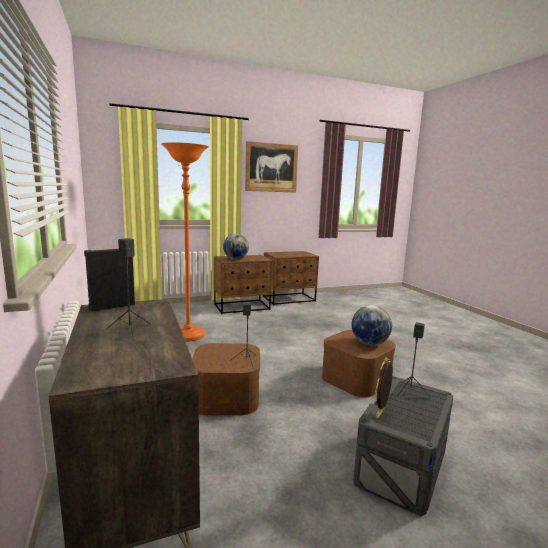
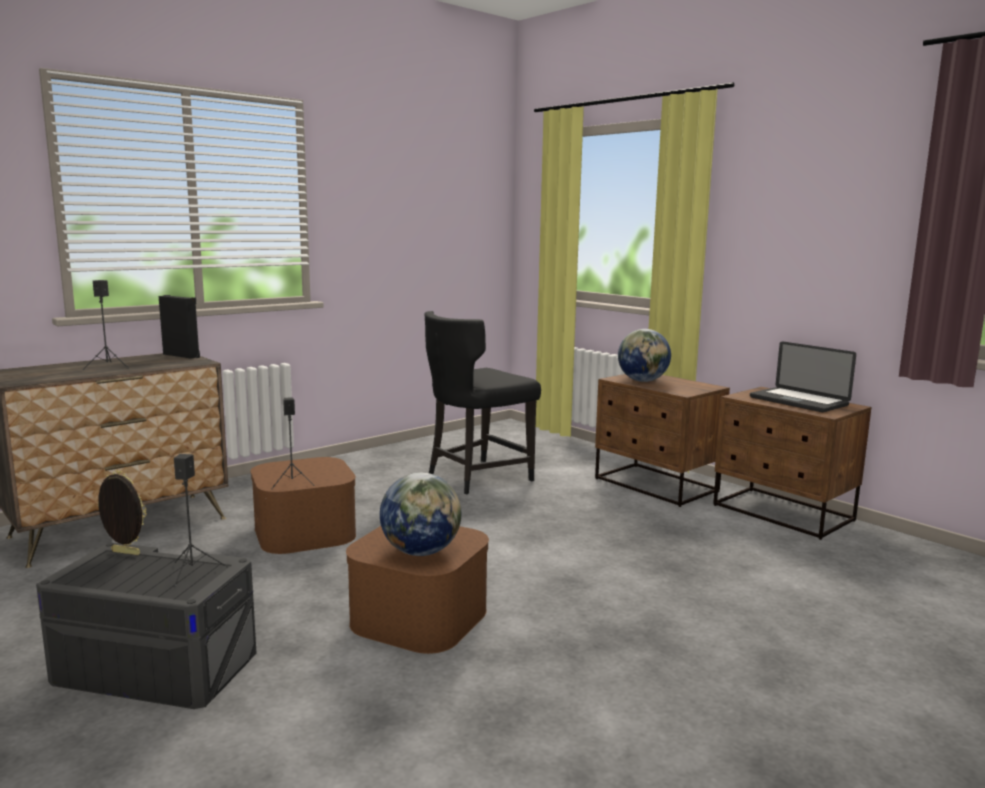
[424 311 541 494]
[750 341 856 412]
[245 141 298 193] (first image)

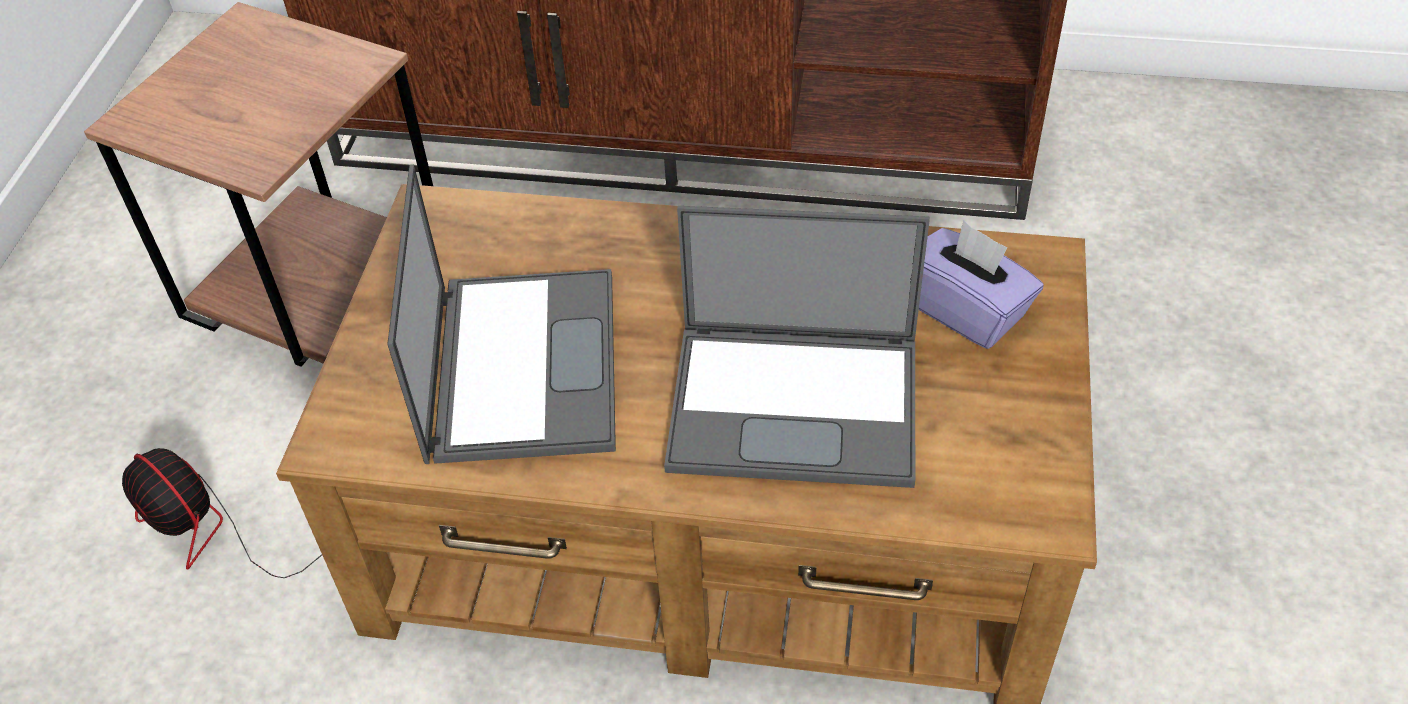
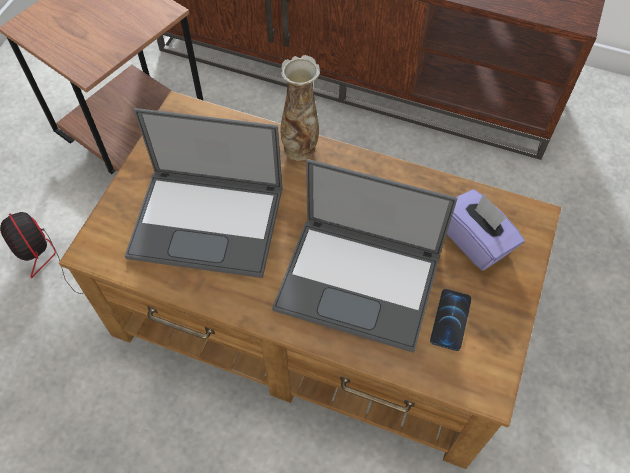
[125 108 282 278]
[281 55 320 161]
[430 289 471 351]

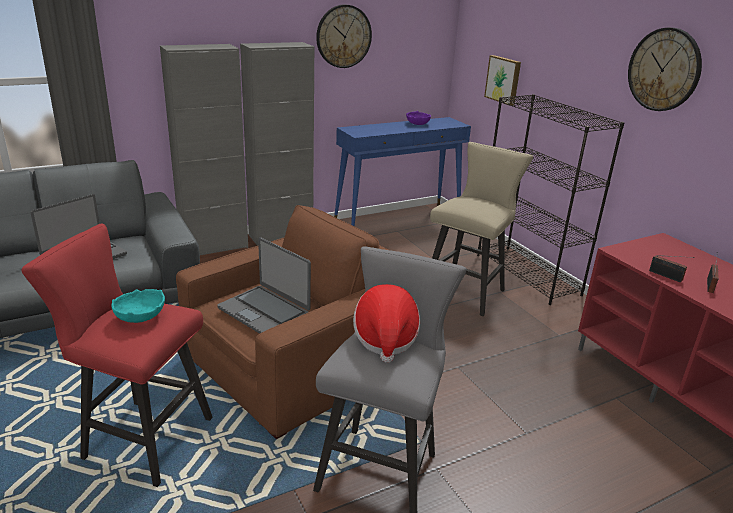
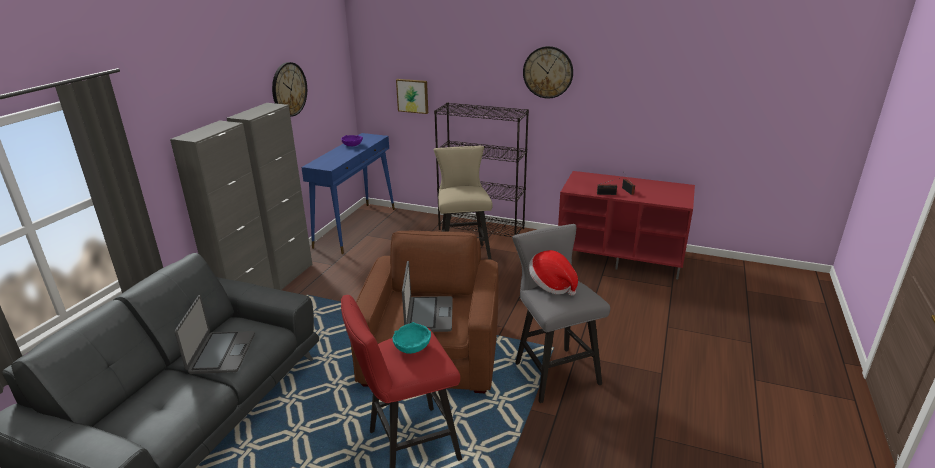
[402 261 453 332]

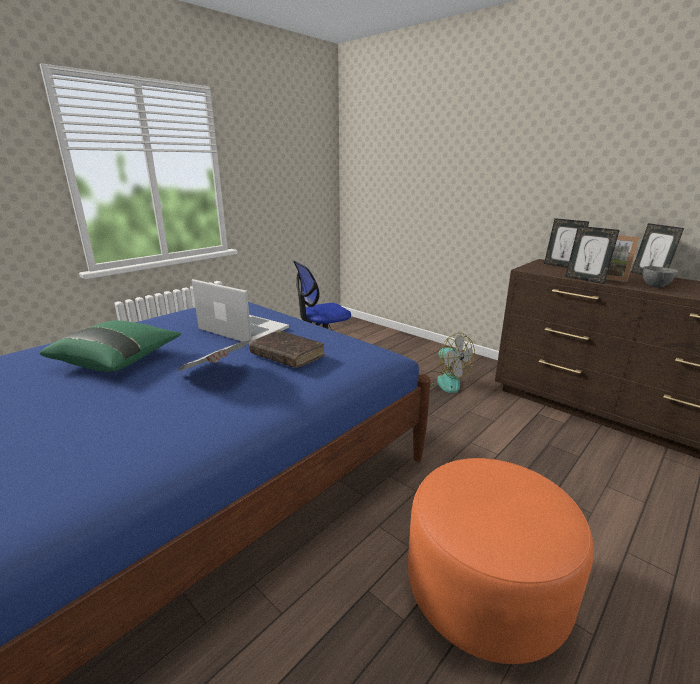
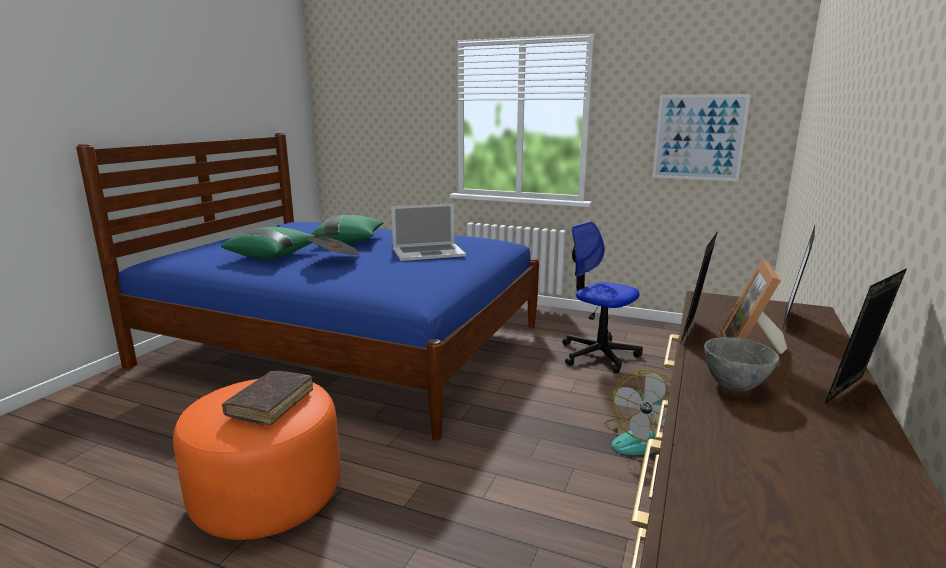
[221 227 315 259]
[222 371 313 426]
[391 203 466 261]
[652 94 751 181]

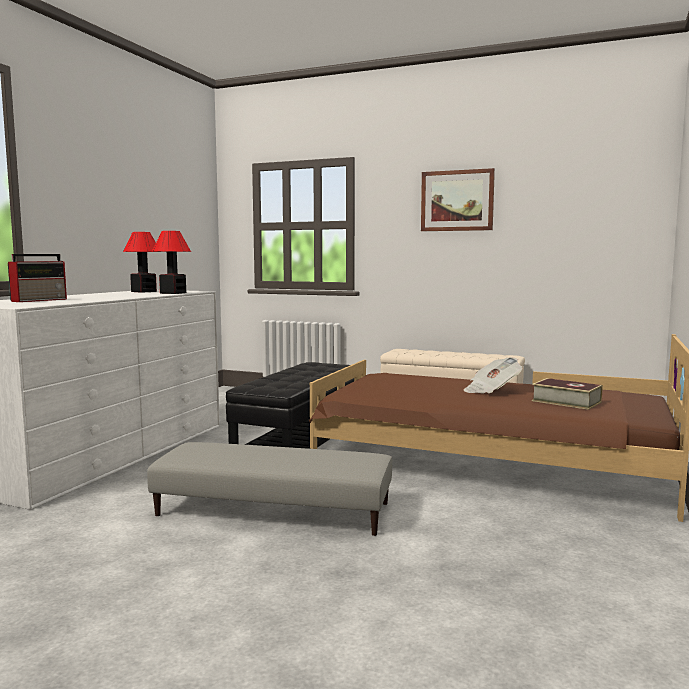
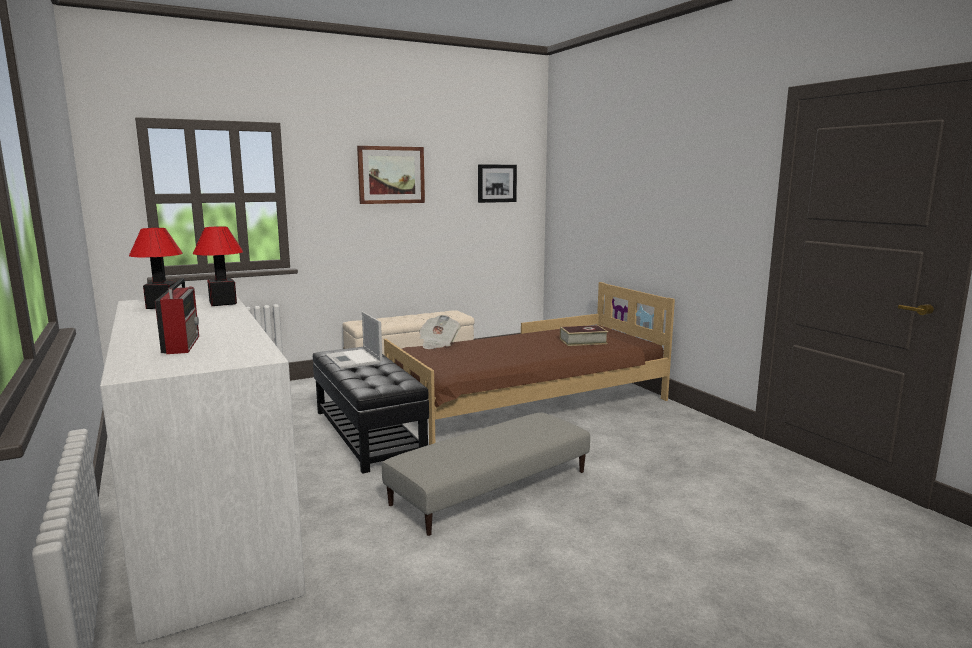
[325 312 383 369]
[419 315 461 349]
[478 164 517 203]

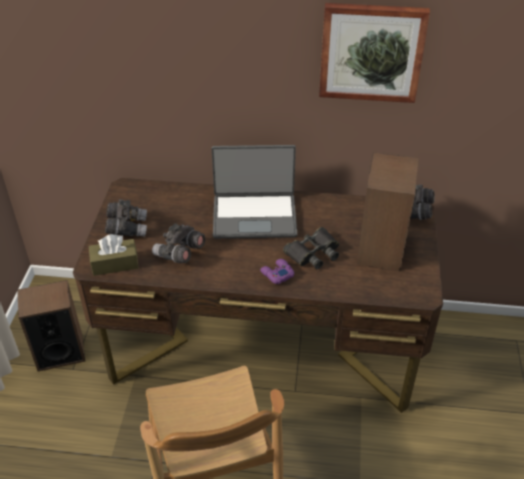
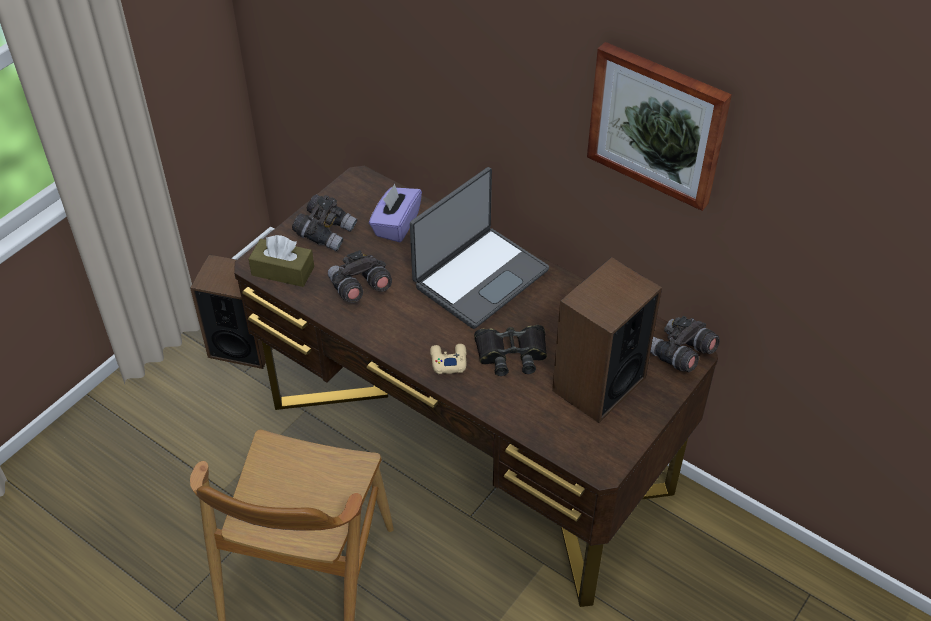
[369 184 422 242]
[410 167 549 329]
[430 344 467 374]

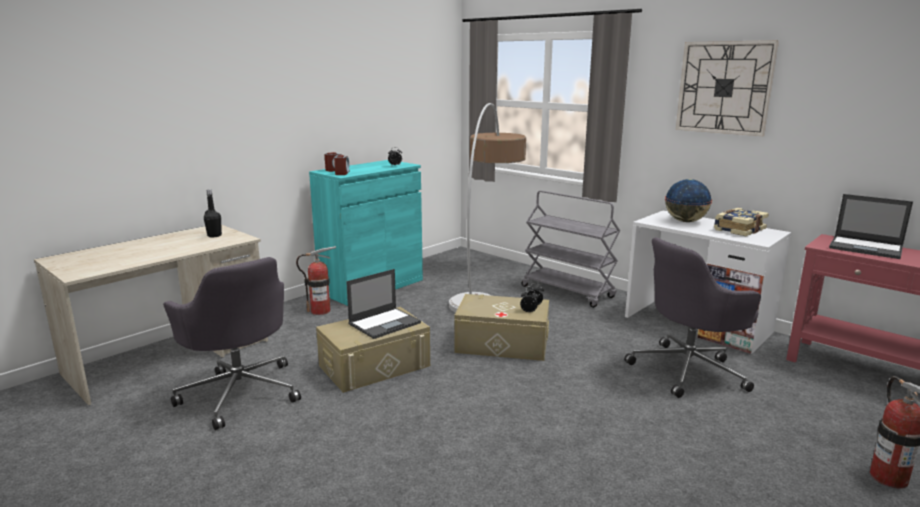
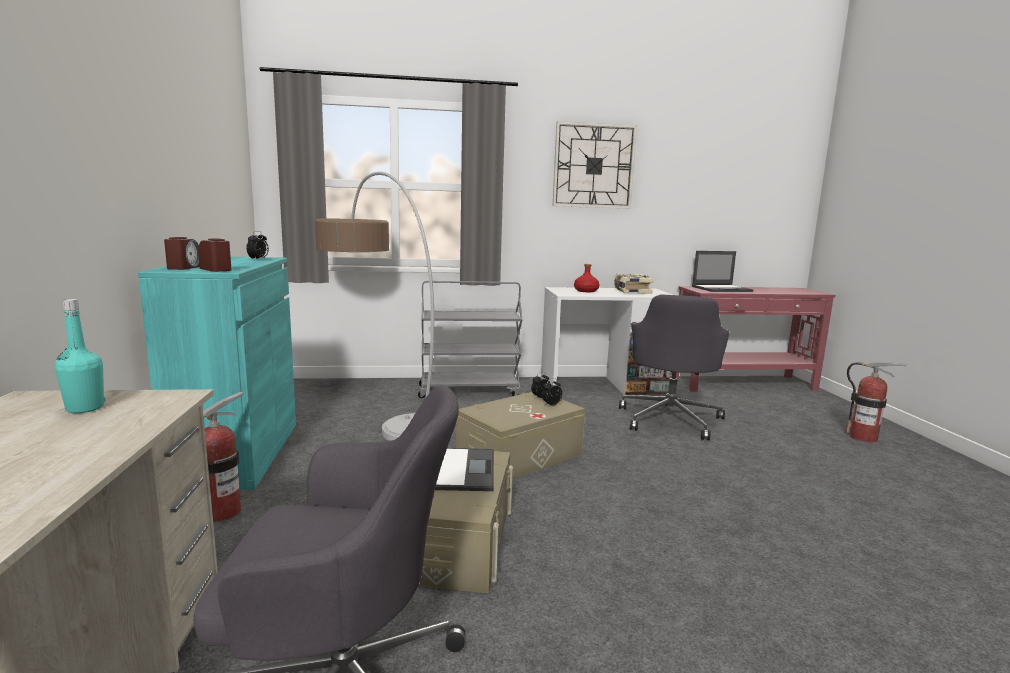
[55 299 105 413]
[574 264 599 292]

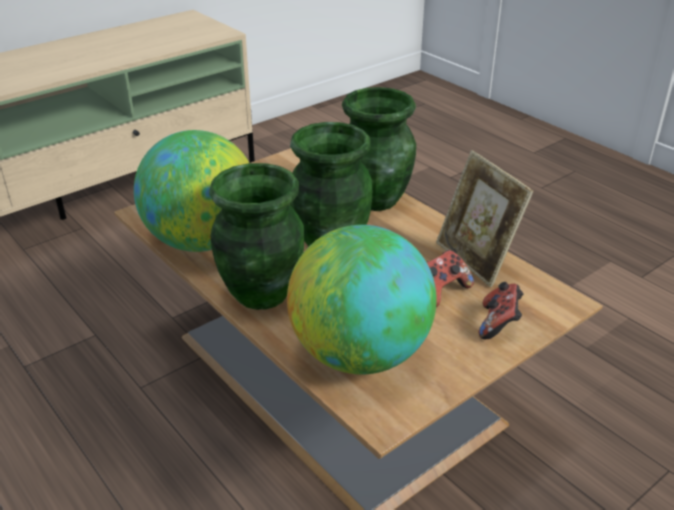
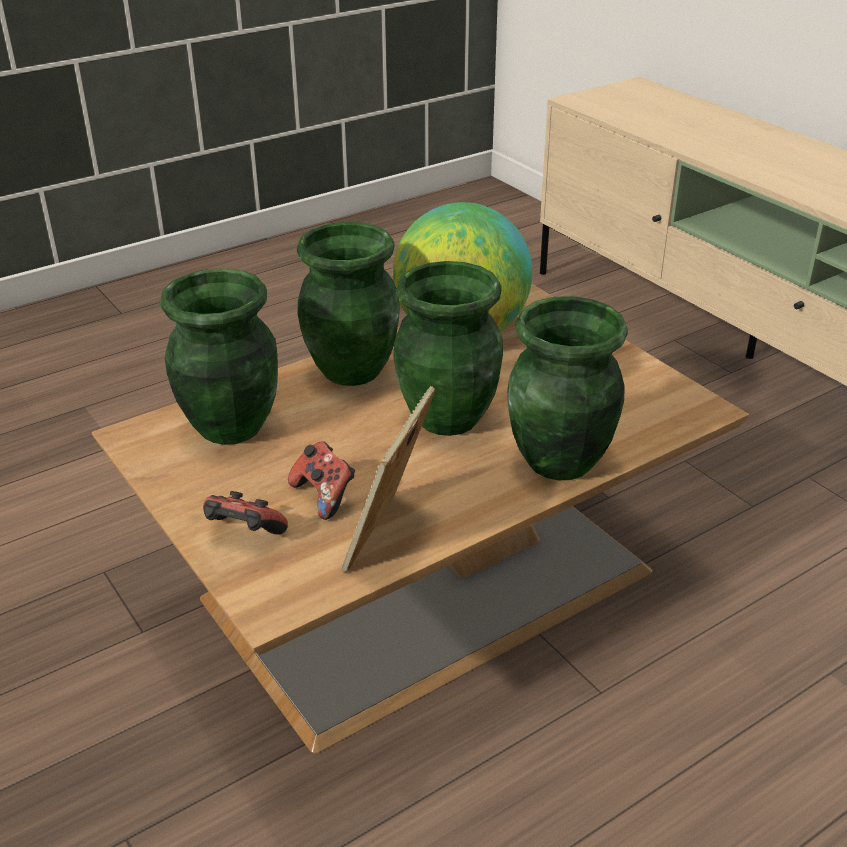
[160 268 278 445]
[341 386 435 573]

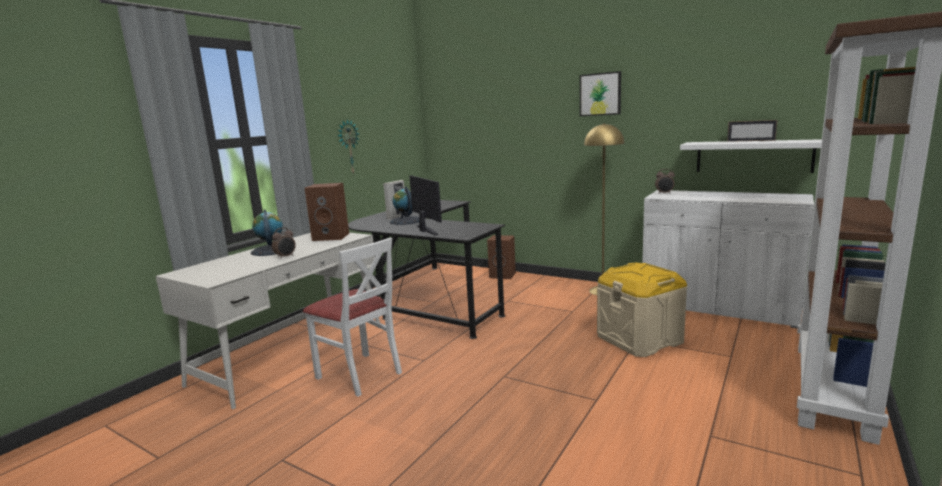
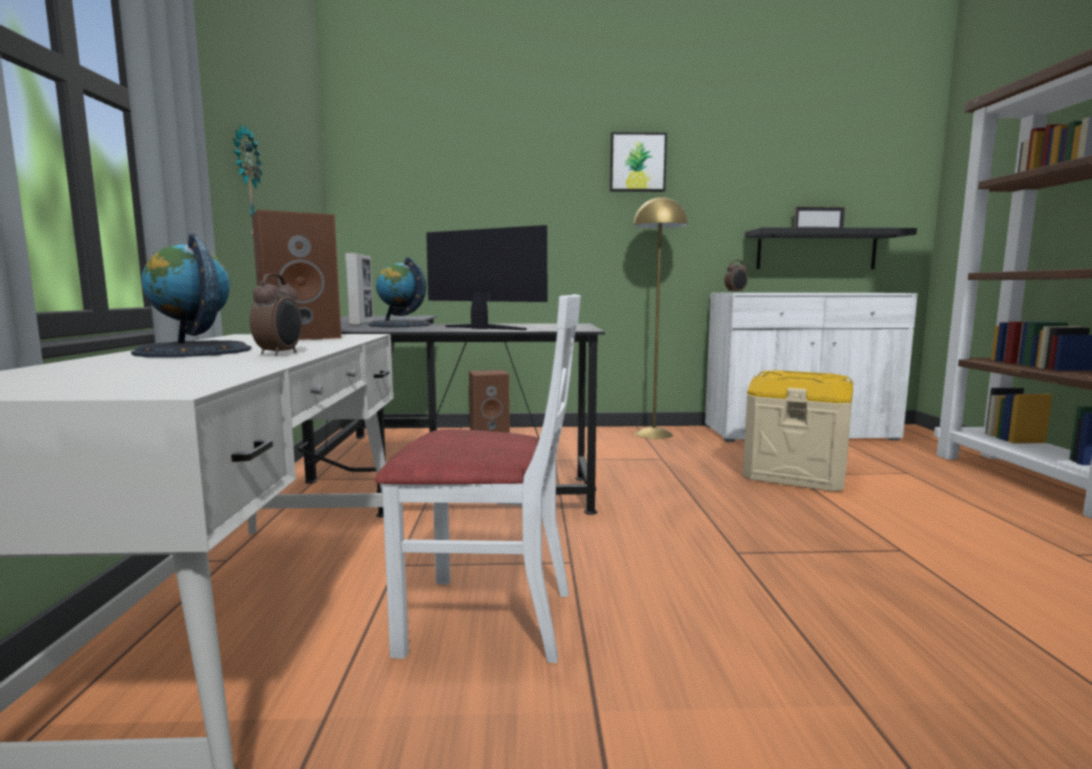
[745 227 917 269]

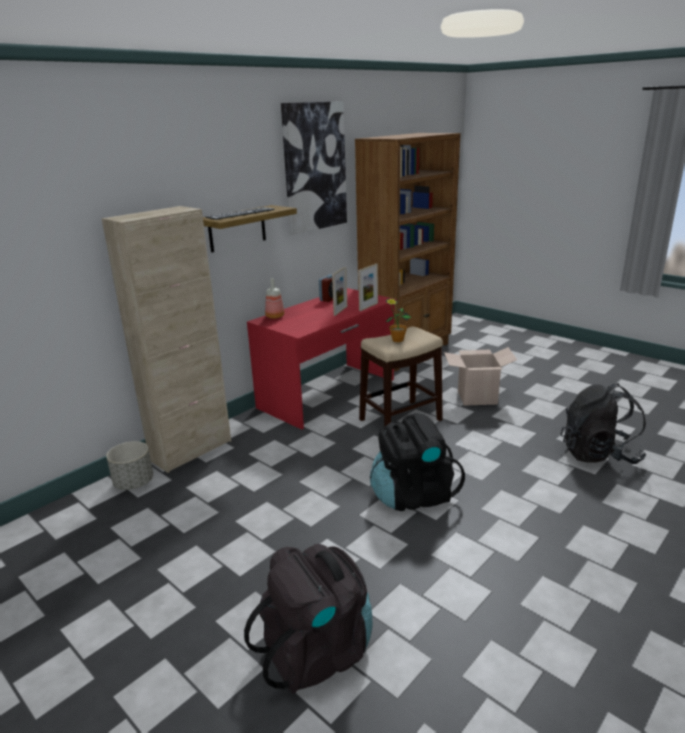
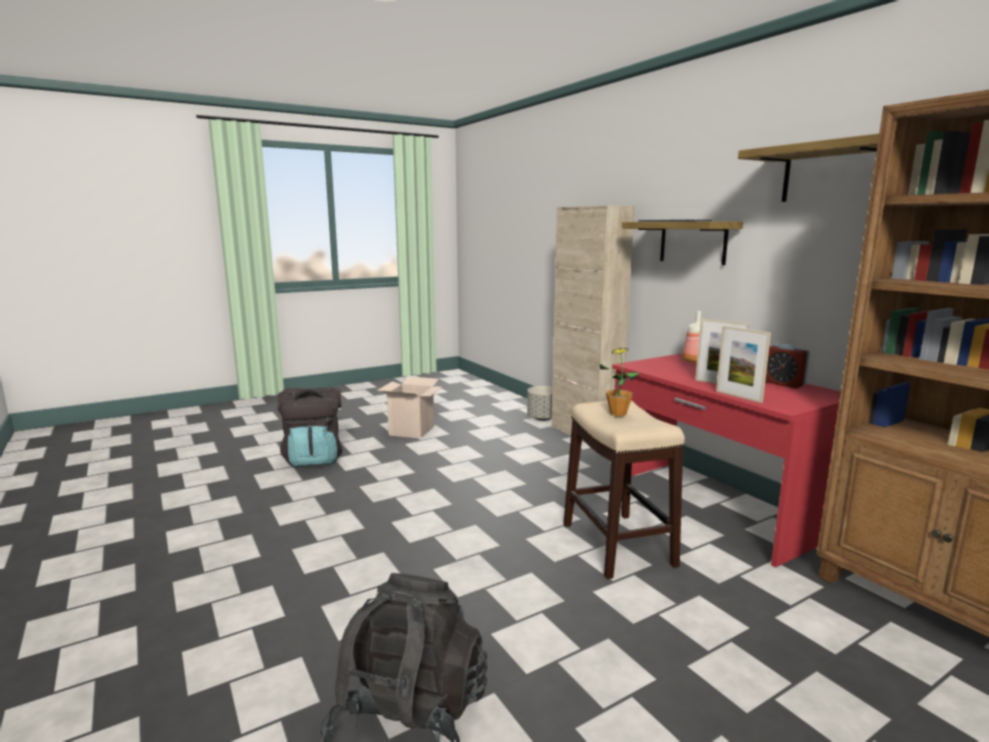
[378 377 442 439]
[738 134 879 202]
[370 413 465 511] (first image)

